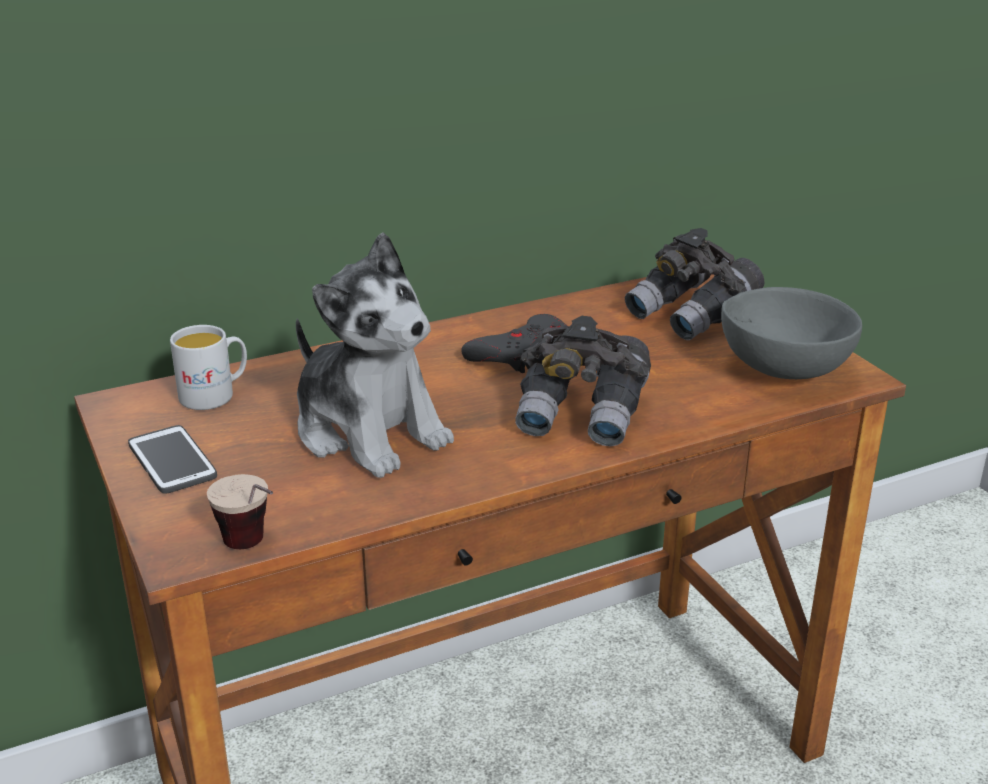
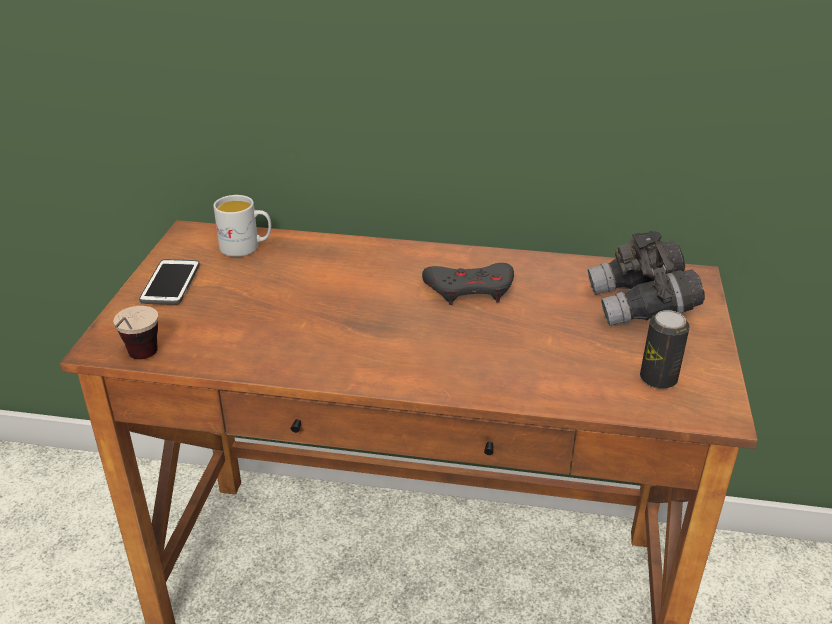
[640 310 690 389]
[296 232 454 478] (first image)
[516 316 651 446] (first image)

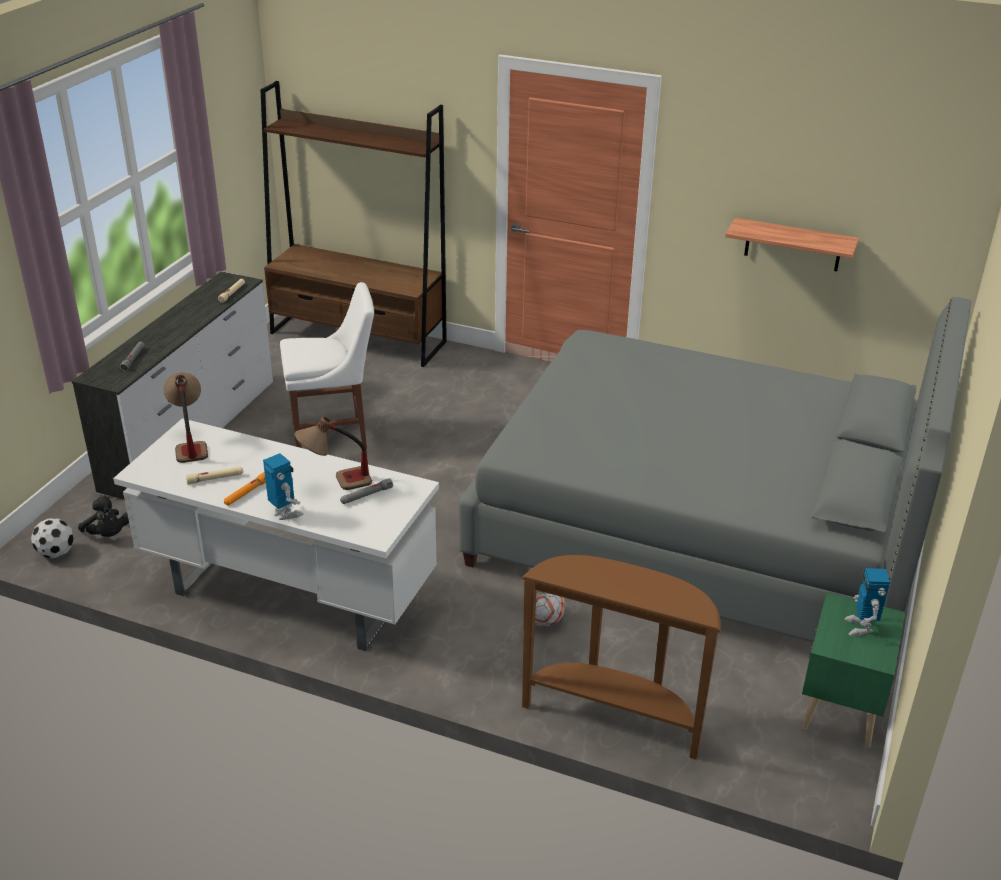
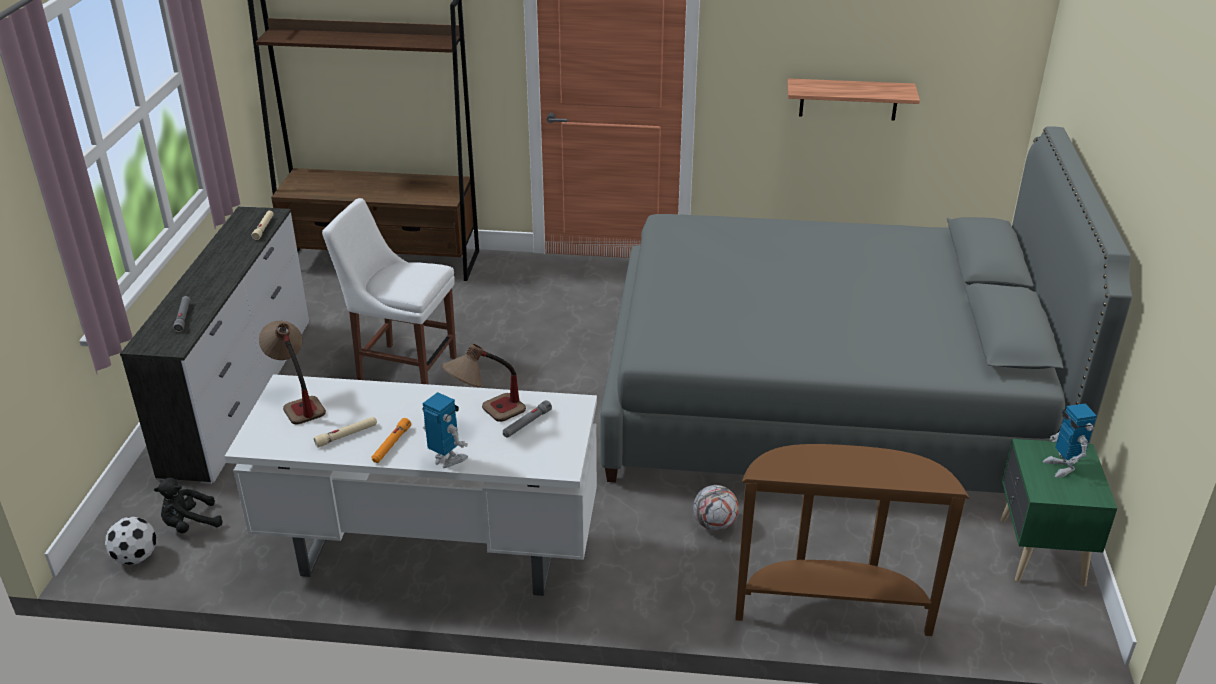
[154 478 223 533]
[322 198 457 384]

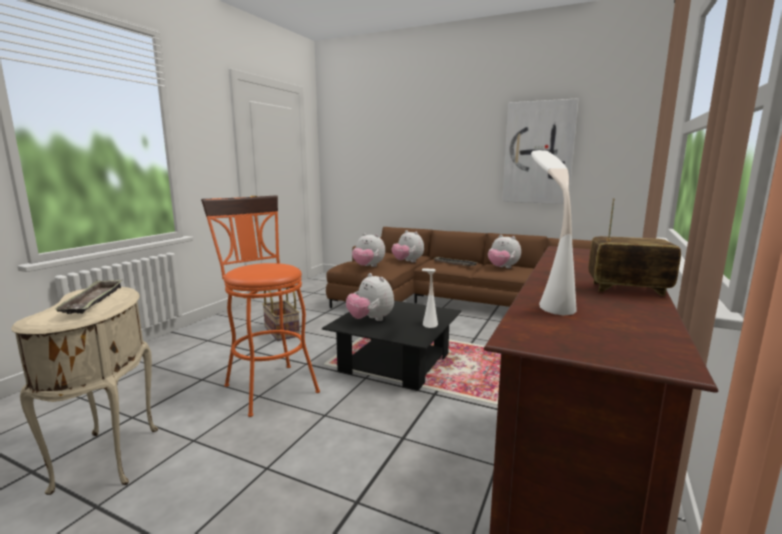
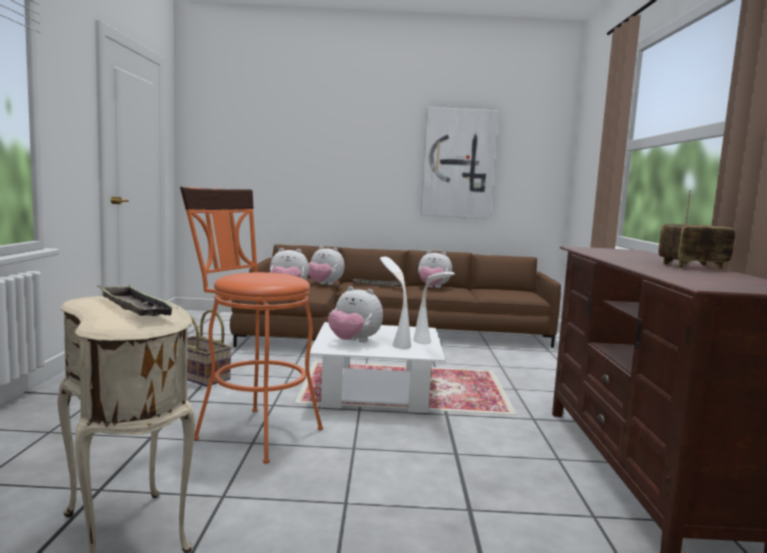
[310 322 446 414]
[380 257 411 349]

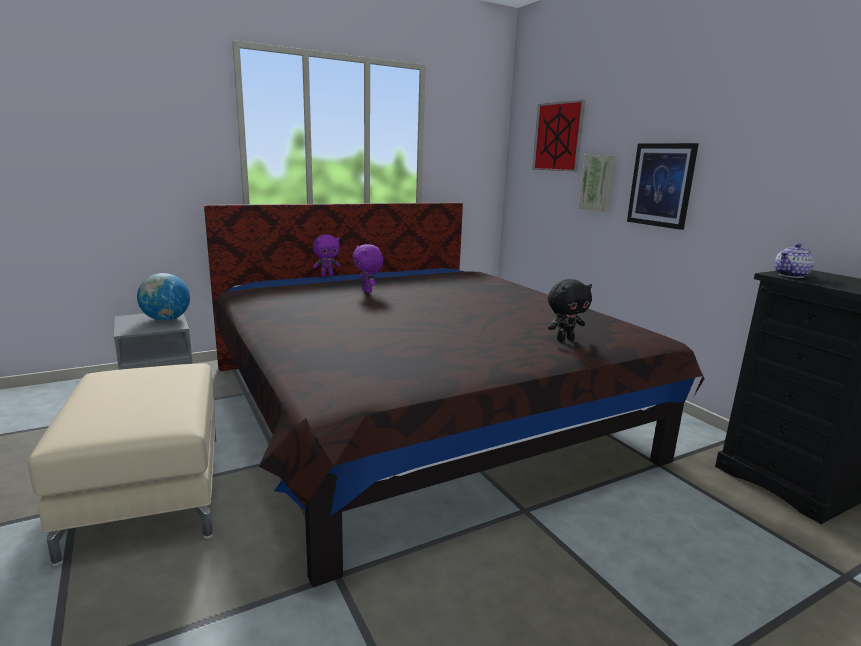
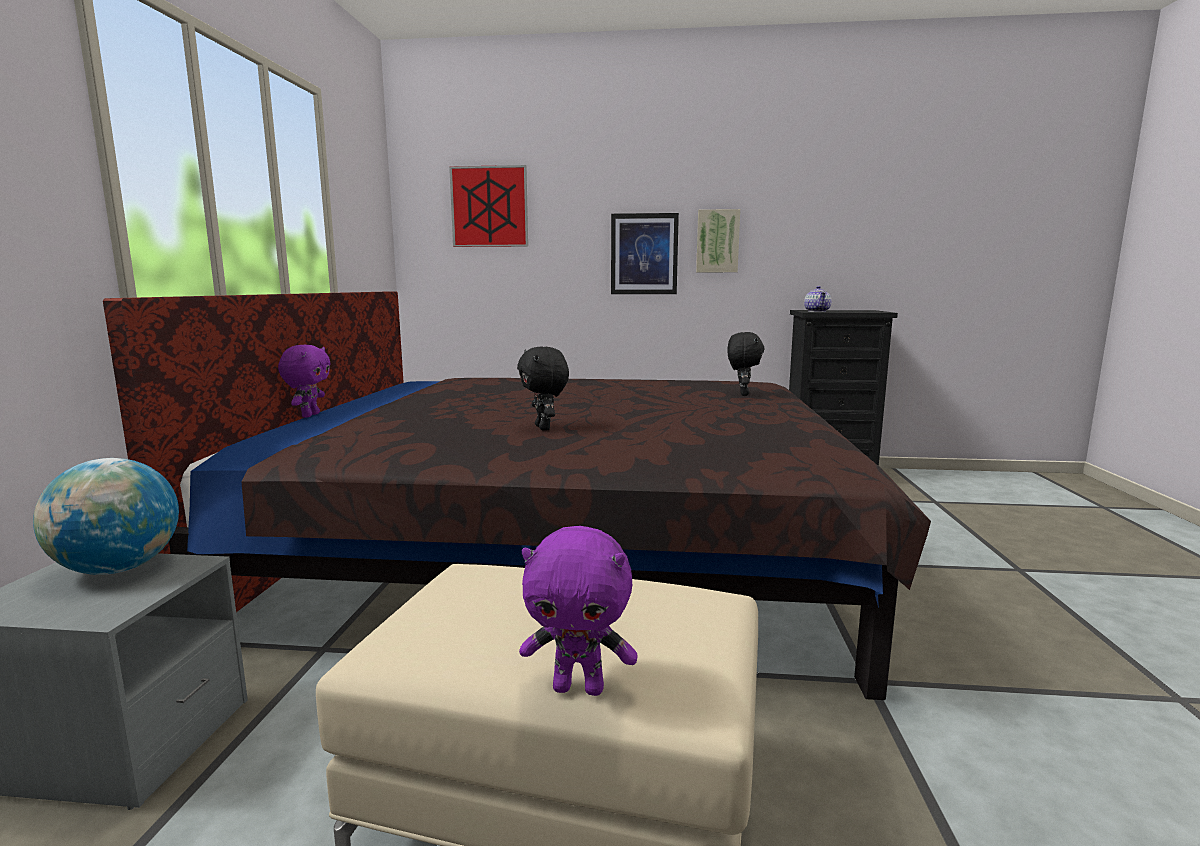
[517 347 569 431]
[519 526 638 696]
[696 209 740 272]

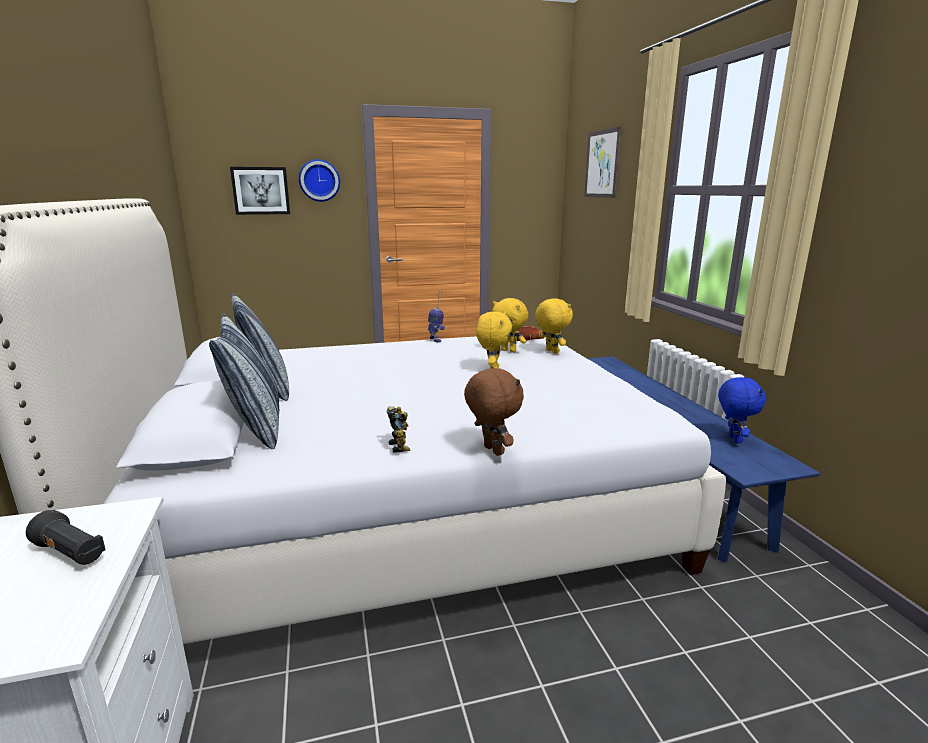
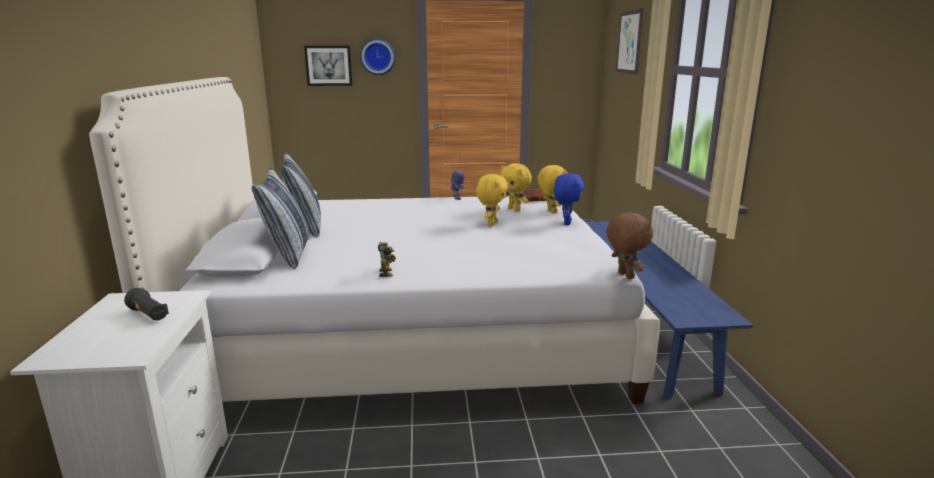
[554 173 584 225]
[606 212 653 279]

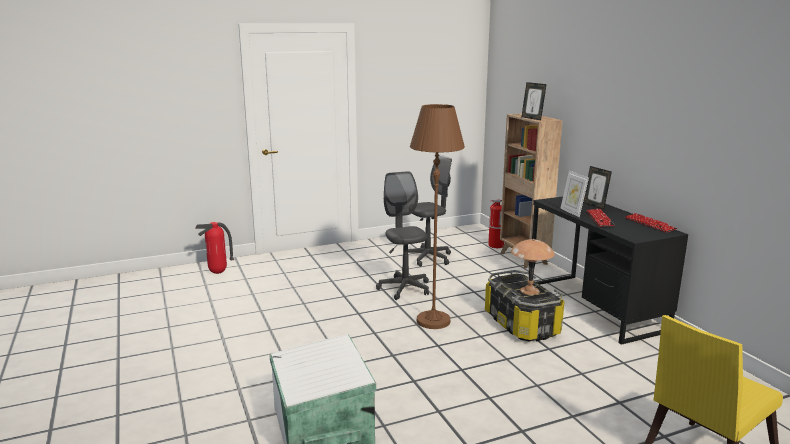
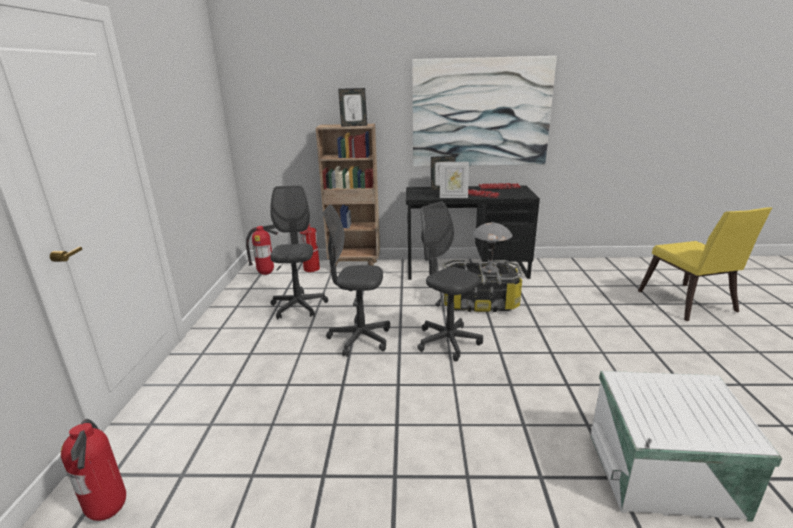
[246 224 278 275]
[412 56 557 167]
[417 201 483 361]
[472 222 512 273]

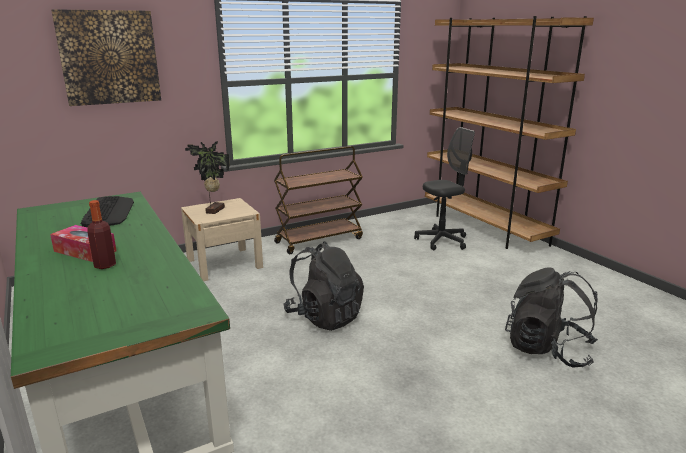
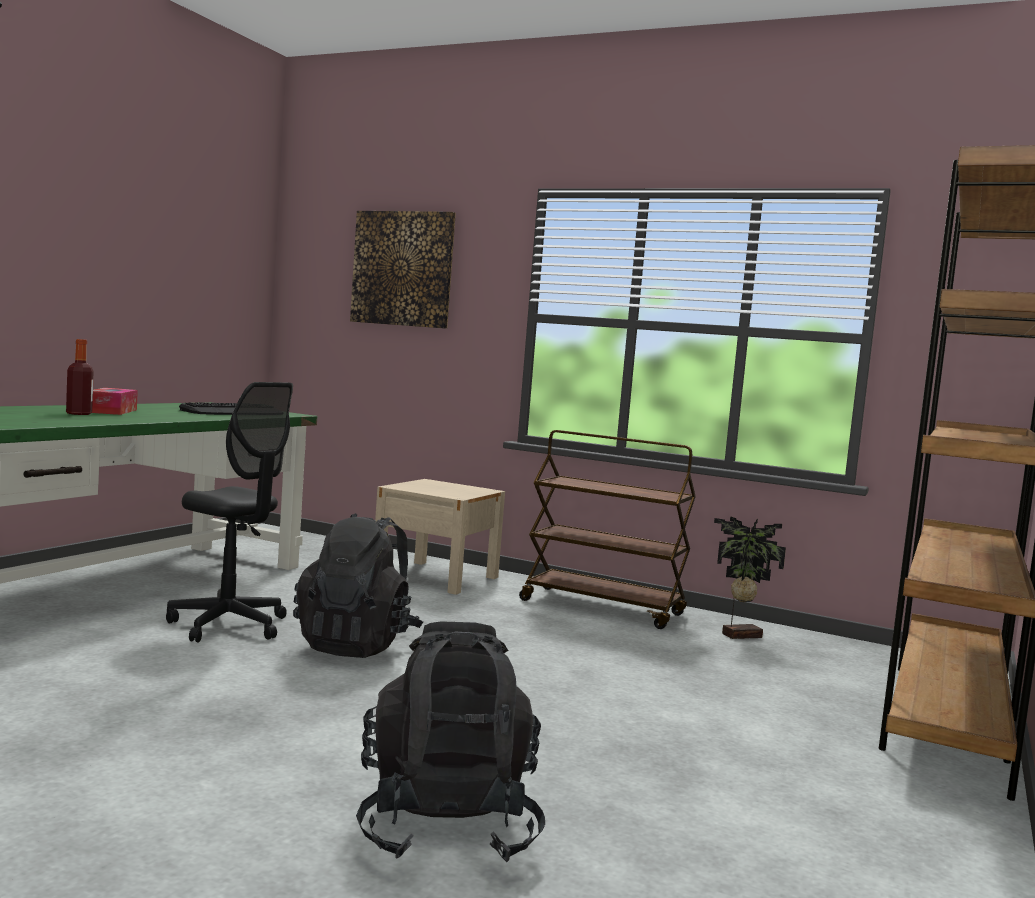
[166 382 293 642]
[714 516 786 639]

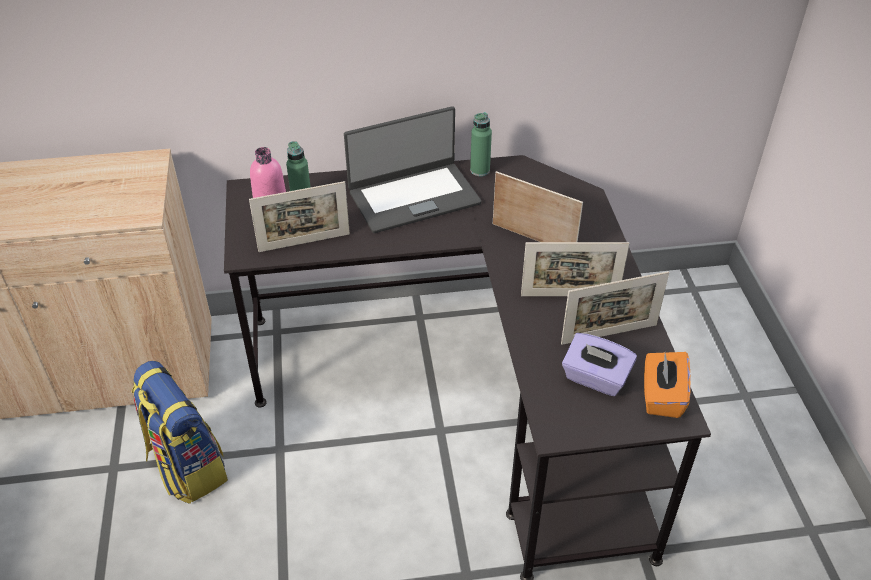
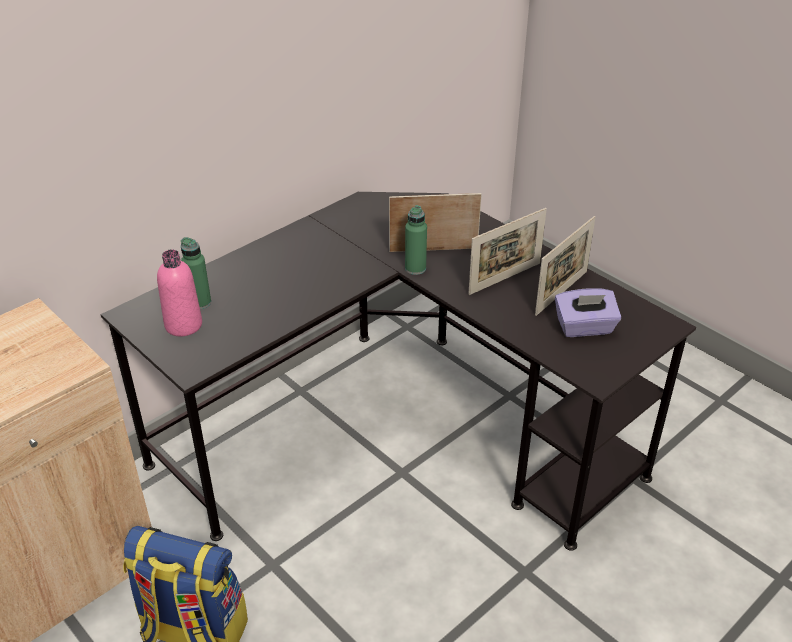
[405 205 427 275]
[249 181 350 252] (first image)
[344 106 481 233] (first image)
[644 352 691 418] (first image)

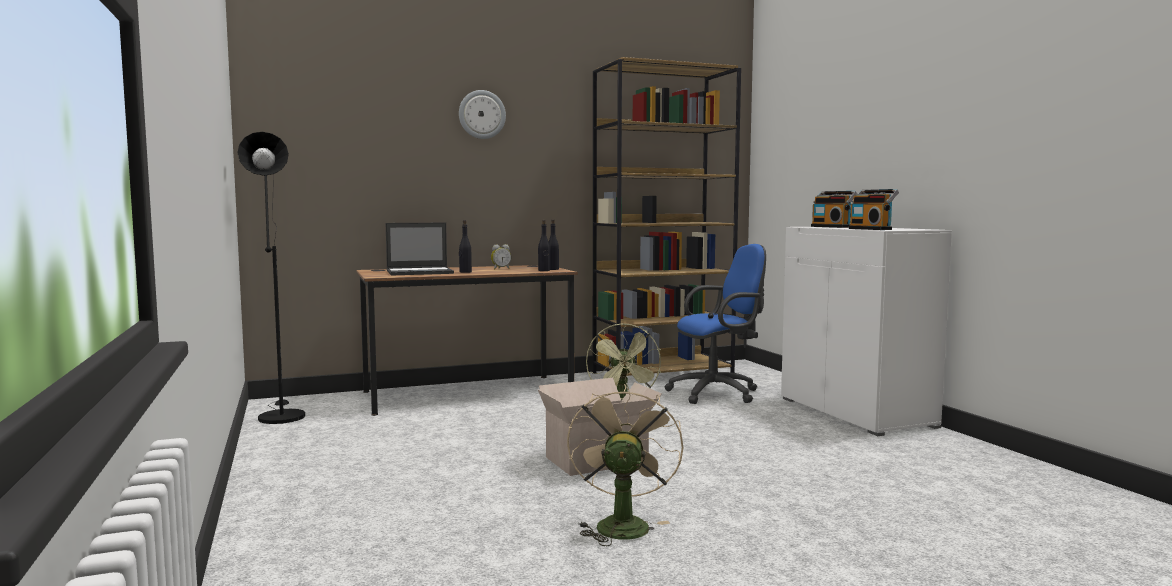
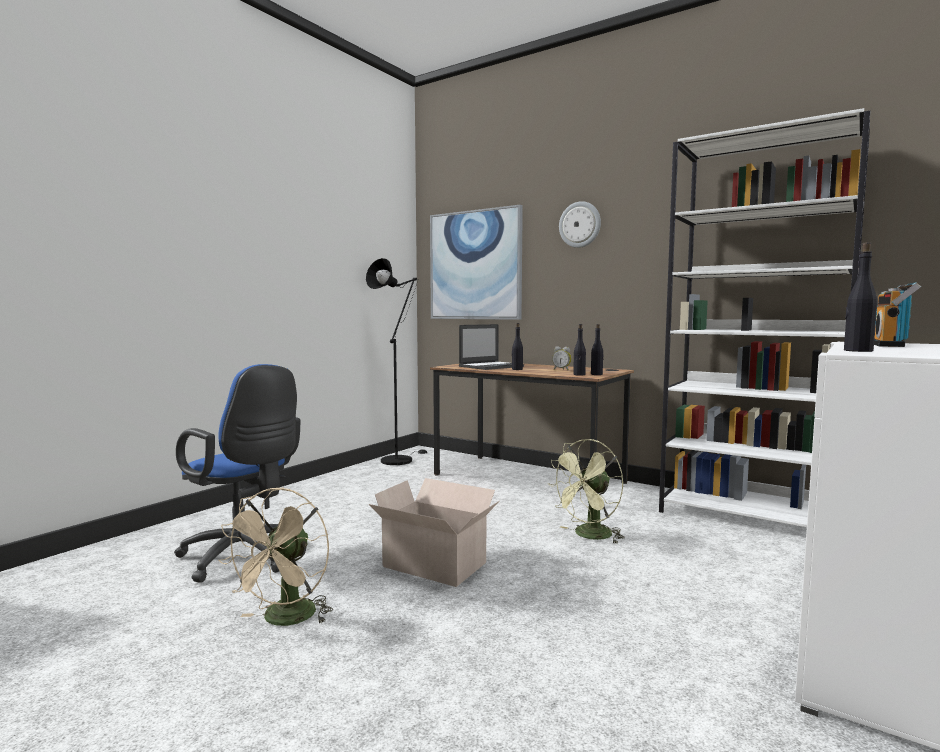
[174 364 300 583]
[218 487 333 626]
[430 205 523 320]
[459 324 524 370]
[659 108 870 527]
[844 242 877 352]

